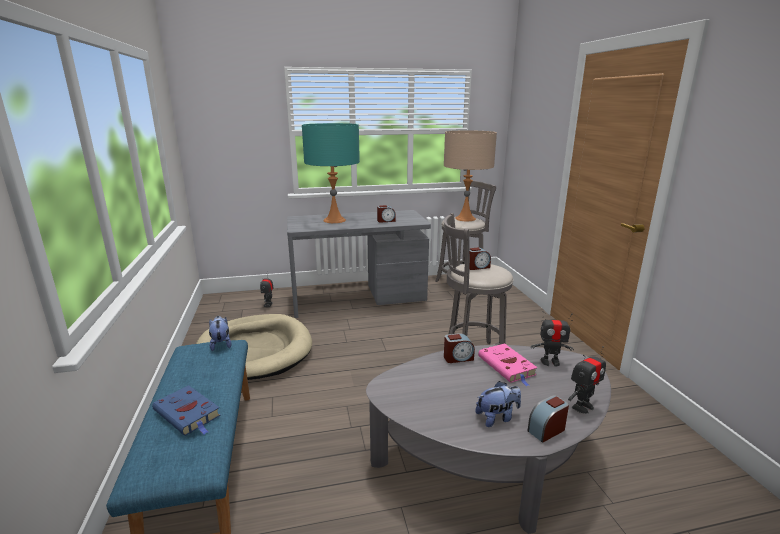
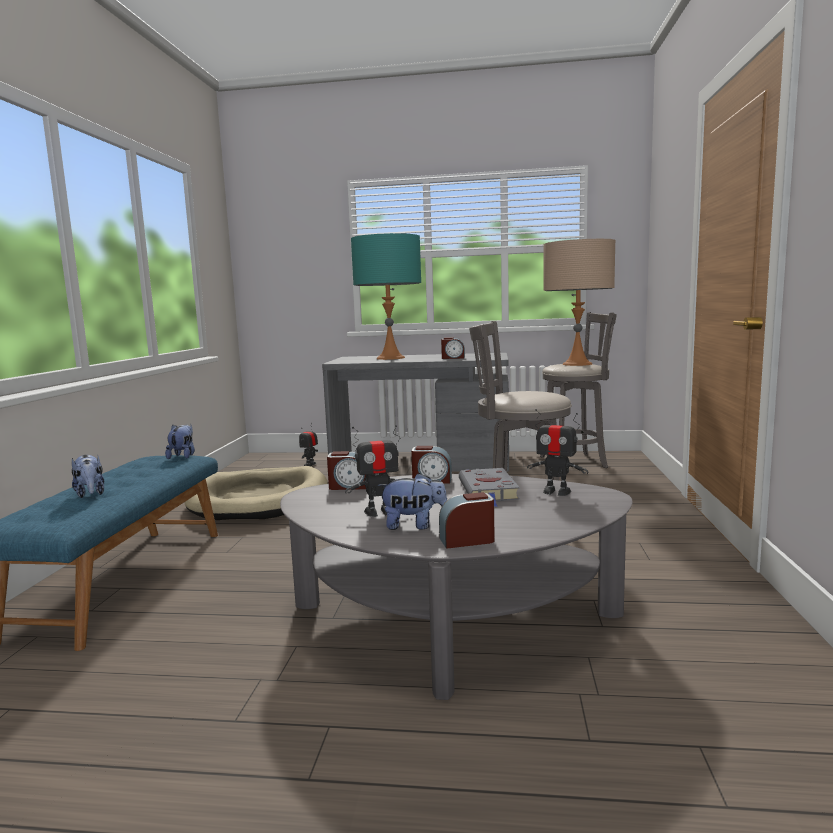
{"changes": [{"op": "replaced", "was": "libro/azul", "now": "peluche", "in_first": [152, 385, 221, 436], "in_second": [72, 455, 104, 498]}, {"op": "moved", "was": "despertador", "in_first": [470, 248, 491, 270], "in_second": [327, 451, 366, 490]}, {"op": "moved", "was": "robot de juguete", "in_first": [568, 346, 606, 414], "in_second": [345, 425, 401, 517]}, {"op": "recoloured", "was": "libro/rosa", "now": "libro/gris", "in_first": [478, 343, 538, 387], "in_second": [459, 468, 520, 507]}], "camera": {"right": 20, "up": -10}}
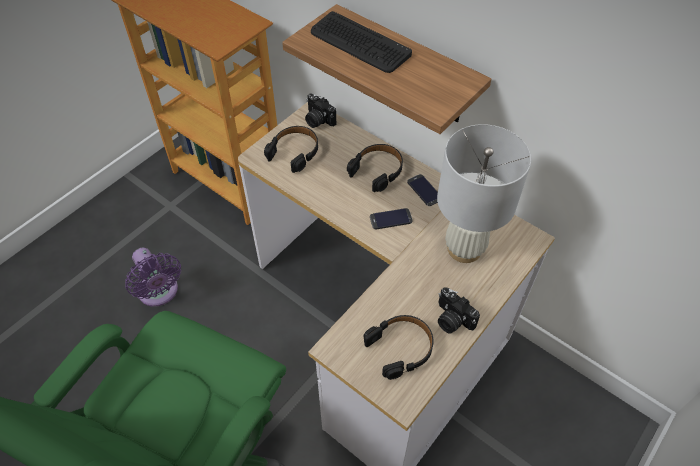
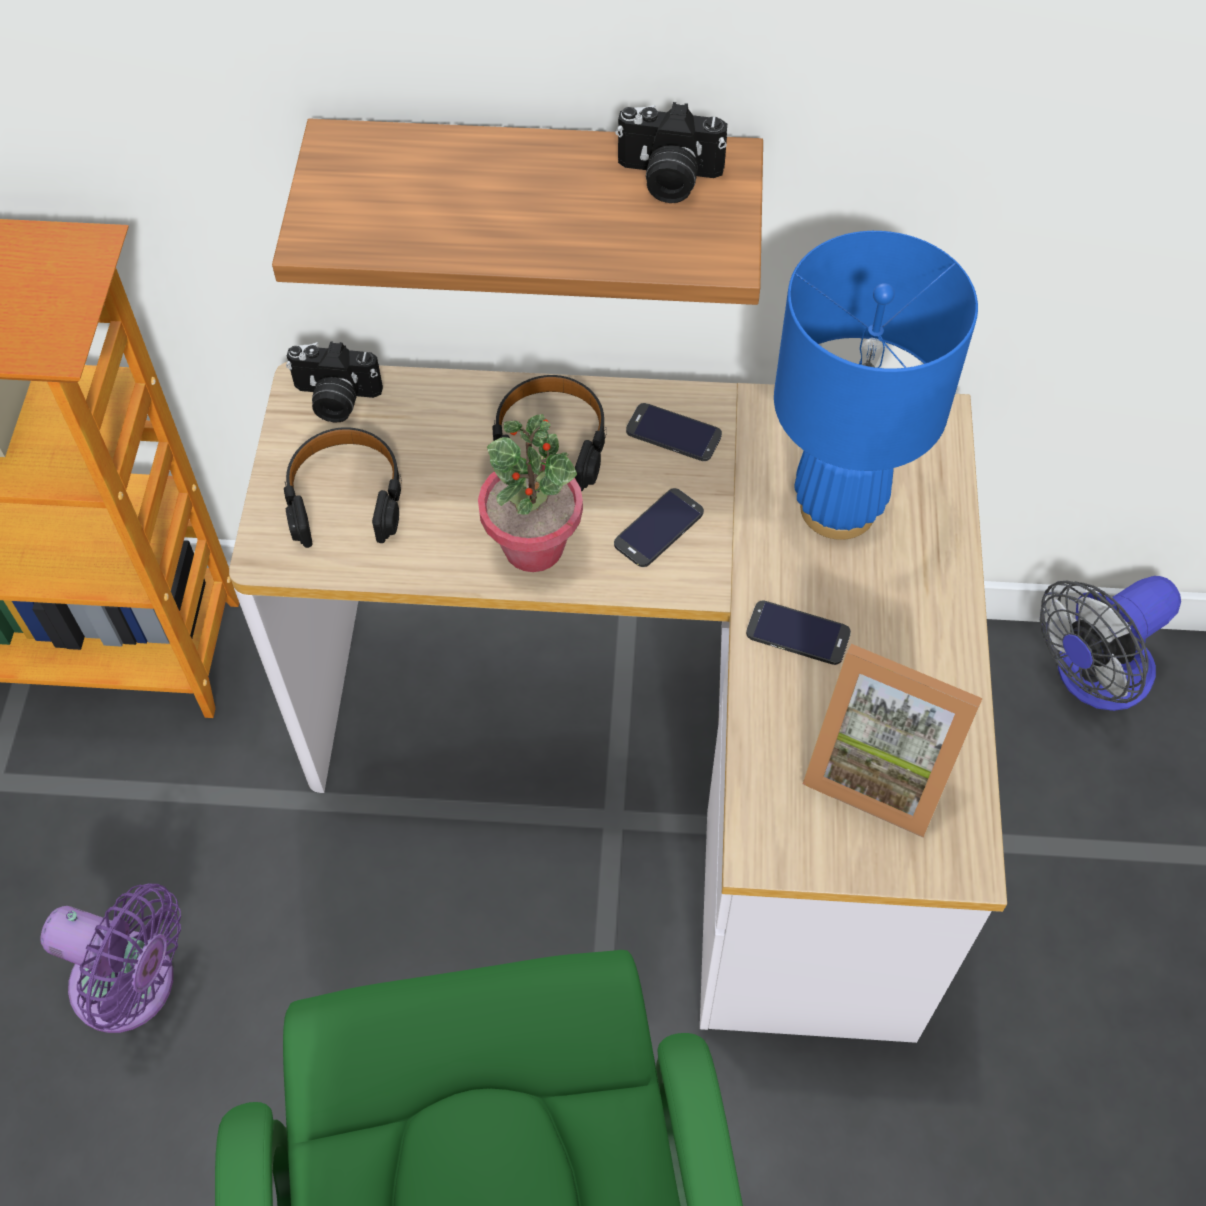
{"changes": [{"op": "added", "now": "planta en maceta", "in_second": [478, 414, 583, 572]}, {"op": "moved", "was": "cámara", "in_first": [438, 287, 480, 334], "in_second": [615, 102, 727, 203]}, {"op": "added", "now": "móvil", "in_second": [746, 601, 851, 665]}, {"op": "recoloured", "was": "lámpara de mesa/blanco", "now": "lámpara de mesa/azul", "in_first": [437, 124, 531, 263], "in_second": [774, 231, 978, 540]}, {"op": "replaced", "was": "auriculares/negro", "now": "portarretratos", "in_first": [364, 315, 434, 380], "in_second": [803, 644, 983, 838]}, {"op": "added", "now": "ventilador", "in_second": [1040, 576, 1181, 711]}, {"op": "removed", "was": "teclado", "in_first": [311, 11, 412, 73]}], "camera": {"right": -35, "up": 5}}
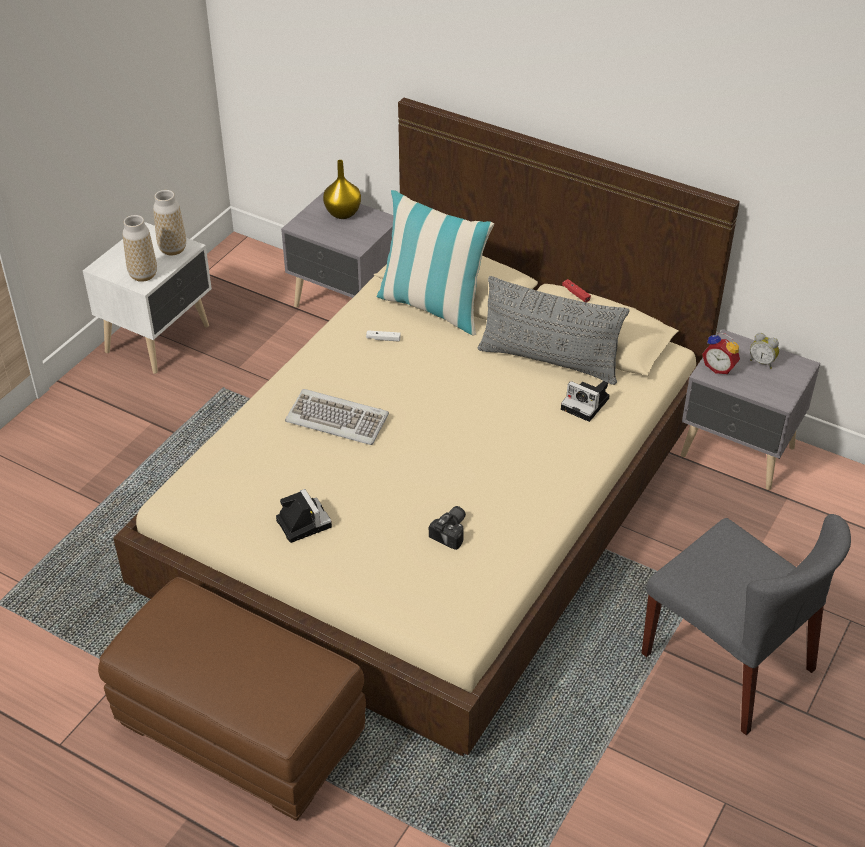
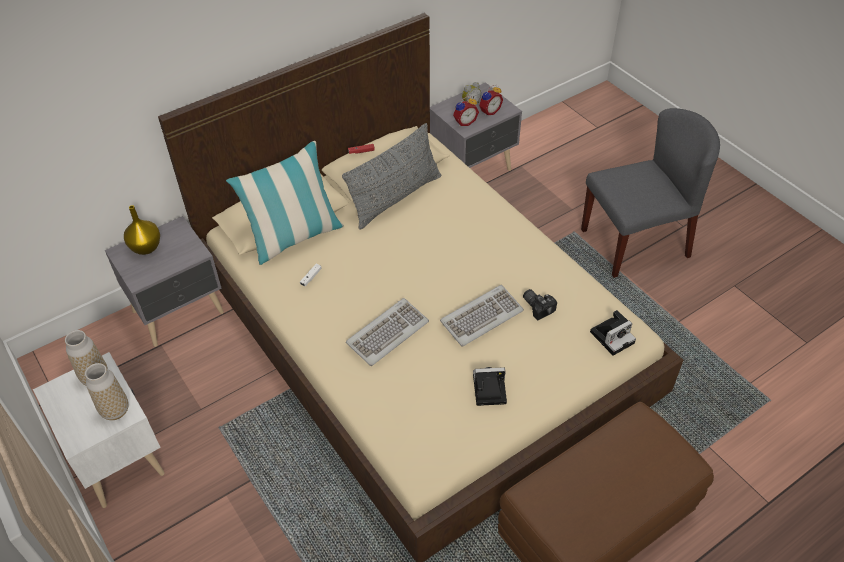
{"changes": [{"op": "added", "now": "teclado", "in_second": [440, 285, 524, 347]}, {"op": "added", "now": "despertador", "in_second": [479, 85, 503, 116]}, {"op": "moved", "was": "cámara", "in_first": [561, 381, 610, 422], "in_second": [590, 310, 636, 356]}], "camera": {"right": -65, "up": 5}}
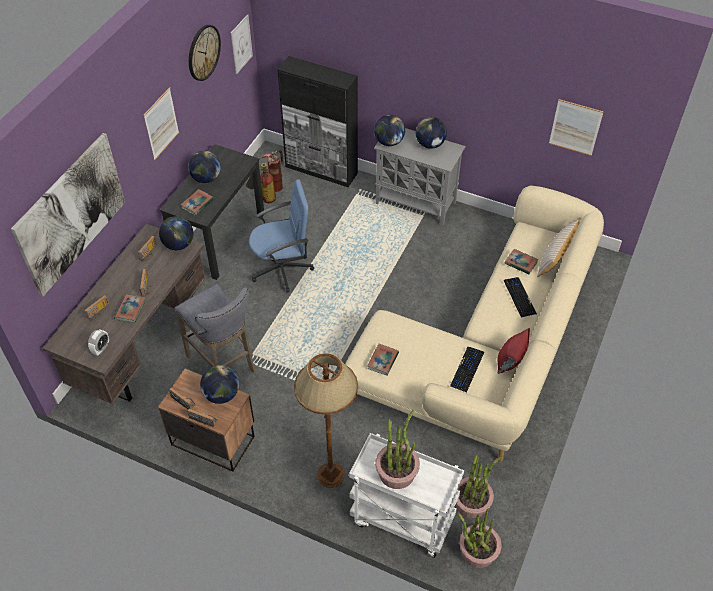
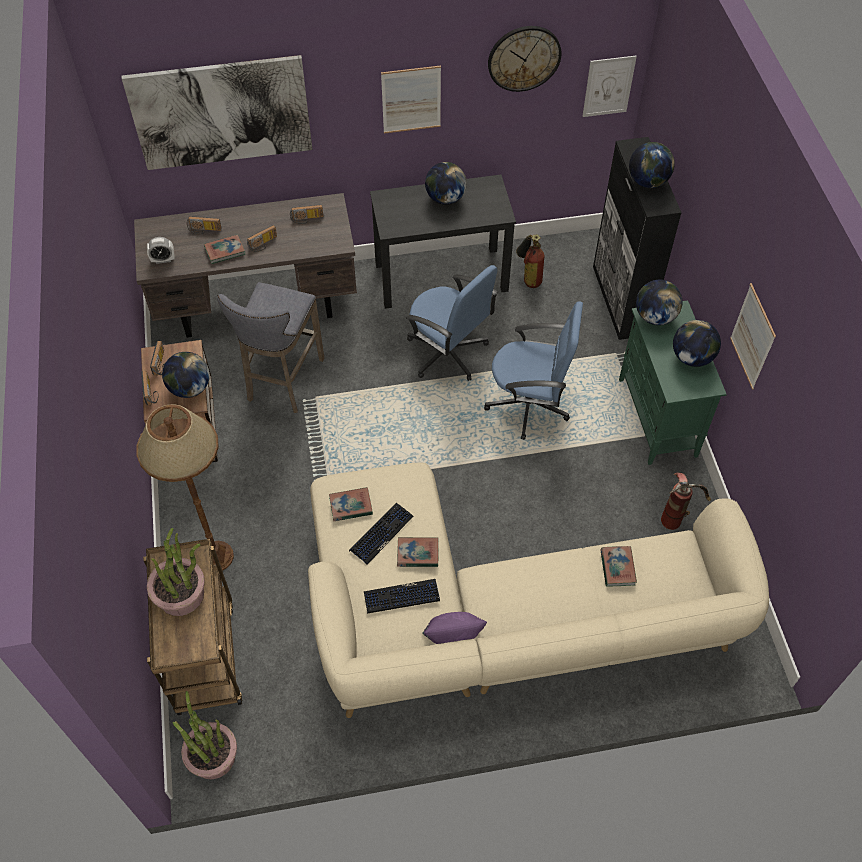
{"changes": [{"op": "recoloured", "was": "carrito/blanco", "now": "carrito/marrón", "in_first": [349, 433, 464, 558], "in_second": [143, 539, 242, 715]}, {"op": "moved", "was": "teclado", "in_first": [504, 277, 537, 318], "in_second": [349, 503, 413, 565]}, {"op": "moved", "was": "libro", "in_first": [180, 189, 214, 216], "in_second": [397, 537, 438, 567]}, {"op": "recoloured", "was": "cojín/rojo", "now": "cojín/morado", "in_first": [498, 328, 530, 374], "in_second": [422, 612, 487, 644]}, {"op": "added", "now": "silla de oficina/azul", "in_second": [484, 301, 583, 440]}, {"op": "recoloured", "was": "armario/gris", "now": "armario/verde", "in_first": [374, 128, 466, 226], "in_second": [619, 300, 727, 465]}, {"op": "moved", "was": "globo terráqueo", "in_first": [159, 216, 194, 250], "in_second": [629, 142, 675, 188]}, {"op": "moved", "was": "extintor", "in_first": [260, 149, 284, 192], "in_second": [661, 472, 711, 530]}, {"op": "moved", "was": "cuadro", "in_first": [549, 99, 604, 156], "in_second": [730, 283, 776, 390]}, {"op": "removed", "was": "planta en maceta", "in_first": [456, 454, 502, 518]}, {"op": "removed", "was": "cojín/beis", "in_first": [537, 219, 579, 277]}], "camera": {"right": 55, "up": 5}}
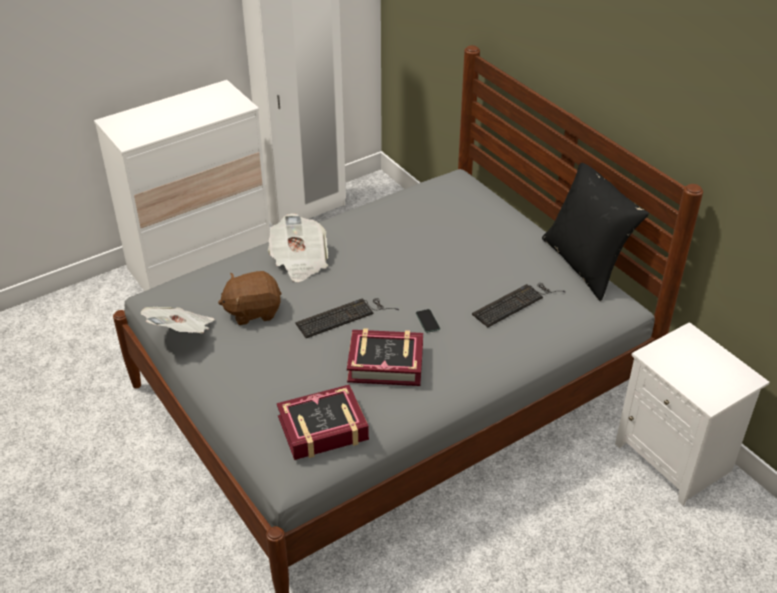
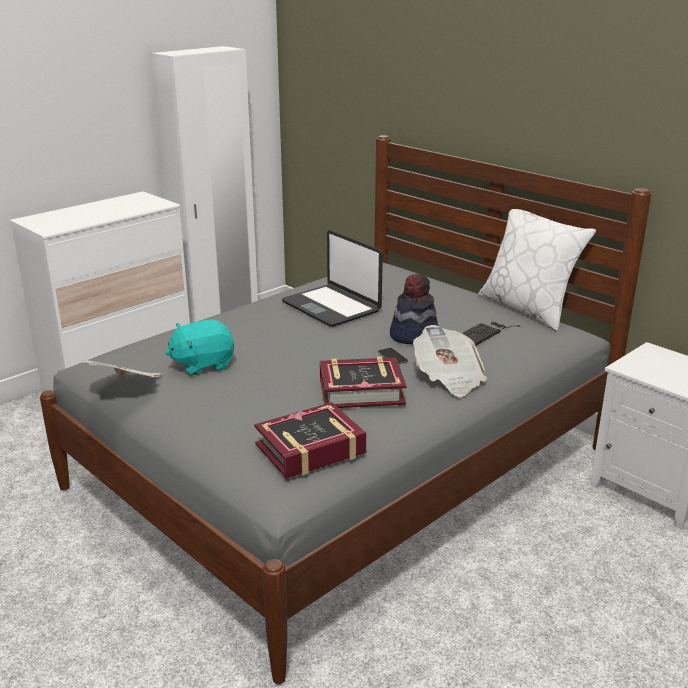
{"changes": [{"op": "recoloured", "was": "peluche/marrón", "now": "peluche/turquesa", "in_first": [218, 271, 281, 325], "in_second": [166, 319, 234, 376]}, {"op": "added", "now": "portátil", "in_second": [282, 230, 383, 327]}, {"op": "added", "now": "sombrero", "in_second": [390, 274, 438, 344]}, {"op": "moved", "was": "periódico", "in_first": [268, 213, 328, 282], "in_second": [413, 325, 487, 397]}, {"op": "recoloured", "was": "cojín/negro", "now": "cojín/blanco", "in_first": [542, 163, 649, 301], "in_second": [478, 209, 596, 331]}, {"op": "removed", "was": "teclado", "in_first": [295, 298, 399, 338]}], "camera": {"right": -10, "up": -15}}
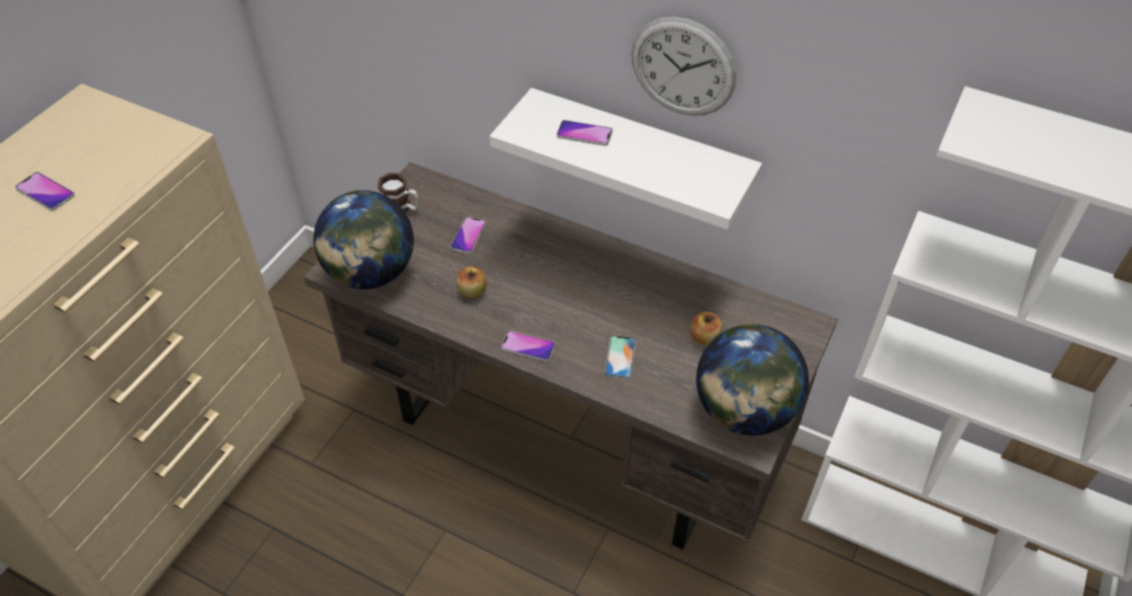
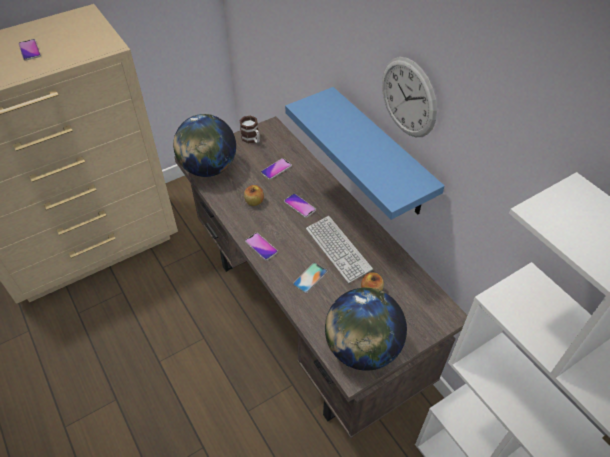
{"changes": [{"op": "moved", "was": "móvil", "in_first": [557, 120, 613, 146], "in_second": [284, 194, 316, 218]}, {"op": "recoloured", "was": "estante/blanco", "now": "estante/azul", "in_first": [490, 88, 762, 230], "in_second": [285, 87, 445, 220]}, {"op": "added", "now": "teclado", "in_second": [306, 216, 373, 283]}], "camera": {"right": 30, "up": 0}}
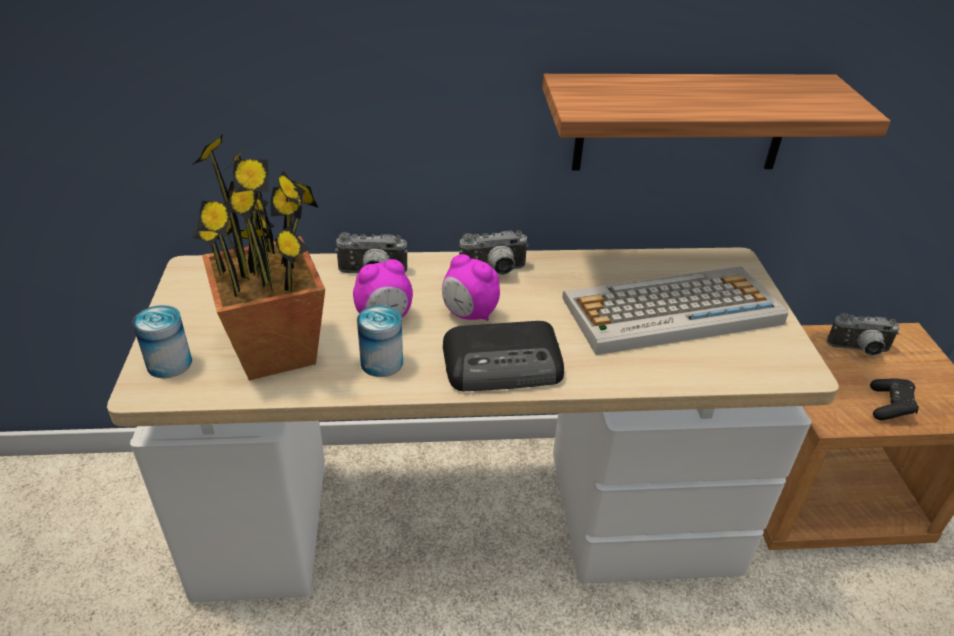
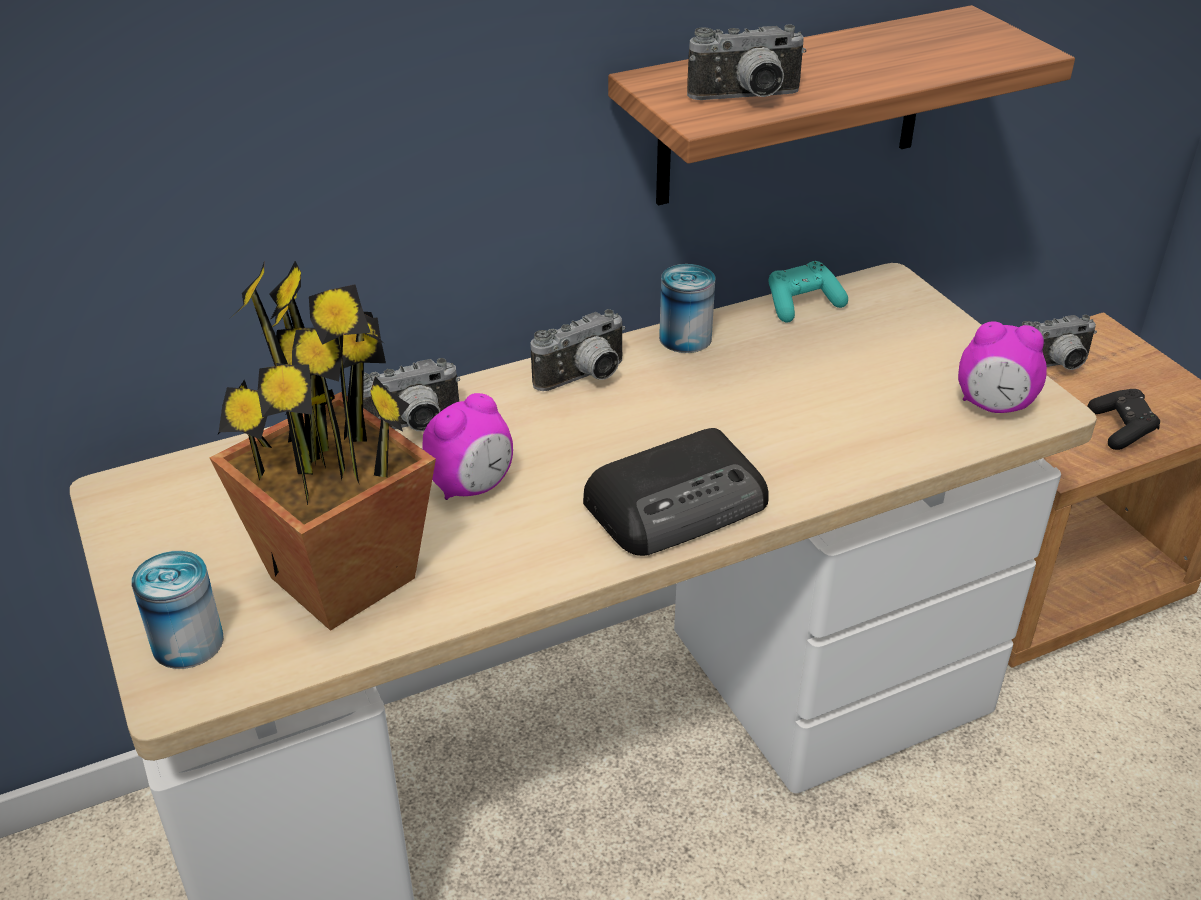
{"changes": [{"op": "moved", "was": "lata", "in_first": [357, 305, 403, 377], "in_second": [659, 264, 715, 353]}, {"op": "added", "now": "cámara", "in_second": [687, 24, 806, 100]}, {"op": "added", "now": "mando de consola/turquesa", "in_second": [769, 261, 848, 323]}, {"op": "moved", "was": "despertador", "in_first": [442, 254, 500, 321], "in_second": [958, 322, 1047, 413]}, {"op": "removed", "was": "teclado", "in_first": [562, 266, 788, 355]}], "camera": {"right": -20, "up": 0}}
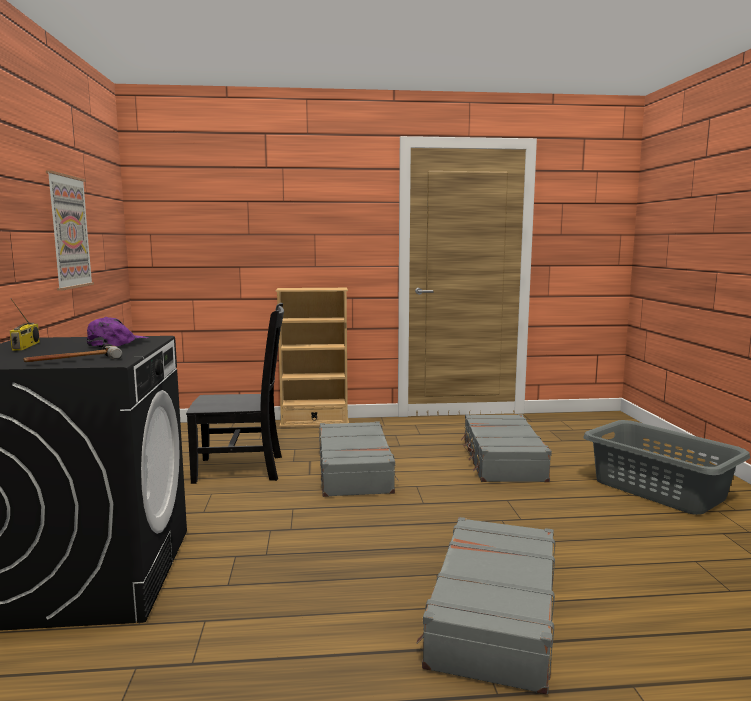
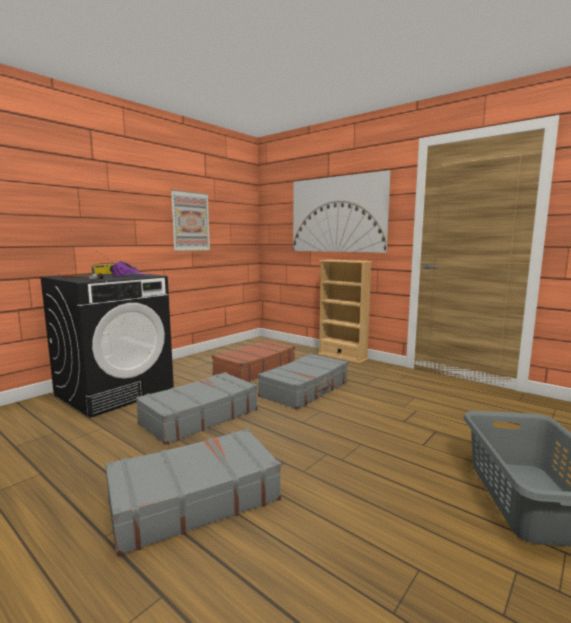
{"changes": [{"op": "moved", "was": "maleta/gris", "in_first": [461, 414, 552, 482], "in_second": [136, 372, 258, 445]}, {"op": "replaced", "was": "silla/negro", "now": "maleta/marrón", "in_first": [186, 303, 284, 484], "in_second": [212, 340, 295, 383]}, {"op": "added", "now": "cuadro", "in_second": [293, 170, 391, 253]}], "camera": {"right": 45, "up": 0}}
